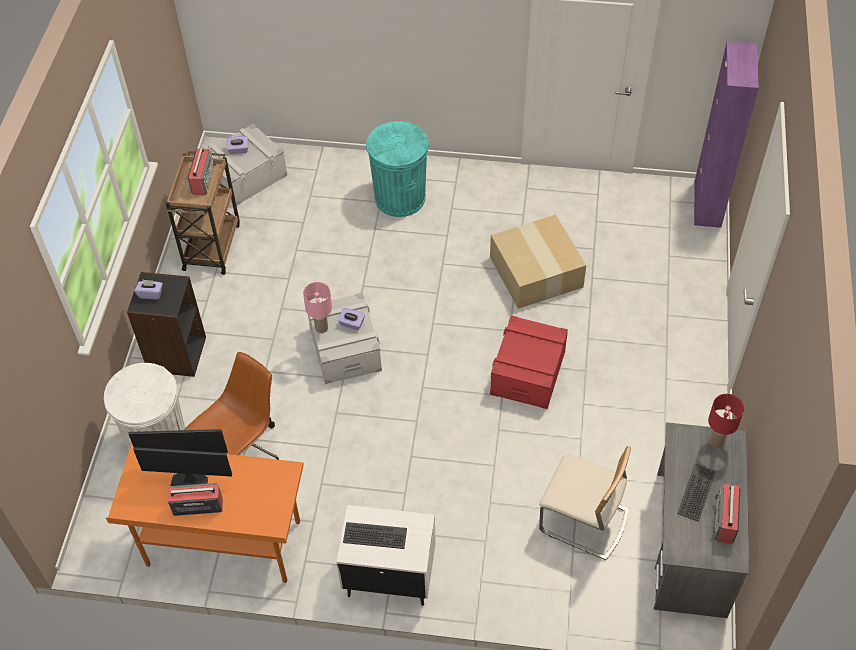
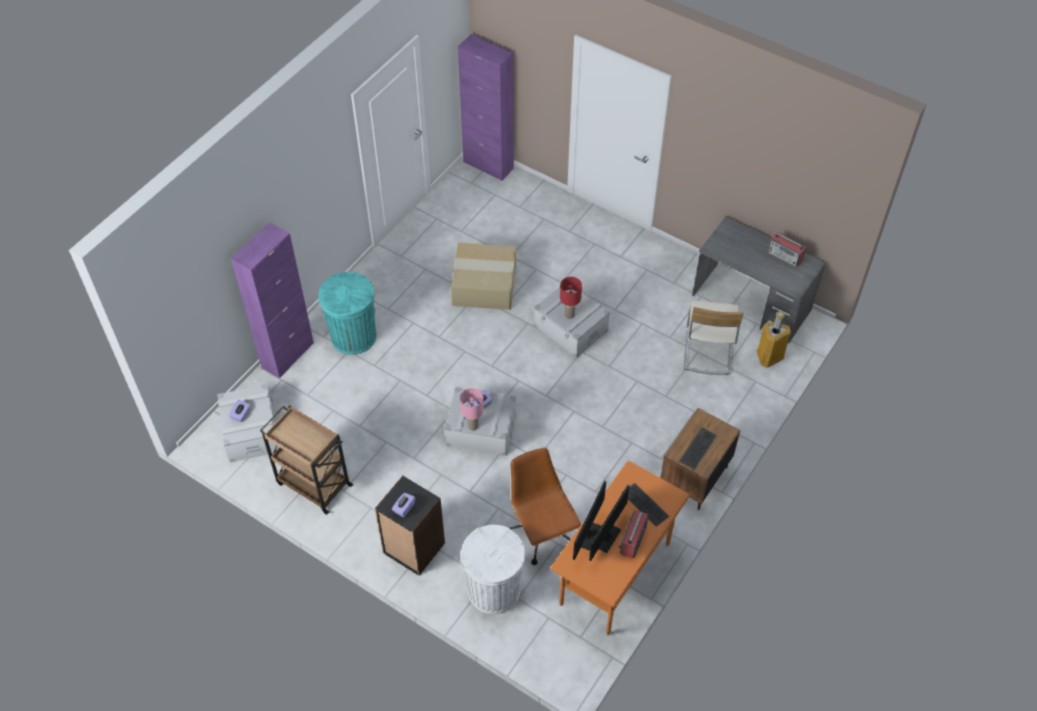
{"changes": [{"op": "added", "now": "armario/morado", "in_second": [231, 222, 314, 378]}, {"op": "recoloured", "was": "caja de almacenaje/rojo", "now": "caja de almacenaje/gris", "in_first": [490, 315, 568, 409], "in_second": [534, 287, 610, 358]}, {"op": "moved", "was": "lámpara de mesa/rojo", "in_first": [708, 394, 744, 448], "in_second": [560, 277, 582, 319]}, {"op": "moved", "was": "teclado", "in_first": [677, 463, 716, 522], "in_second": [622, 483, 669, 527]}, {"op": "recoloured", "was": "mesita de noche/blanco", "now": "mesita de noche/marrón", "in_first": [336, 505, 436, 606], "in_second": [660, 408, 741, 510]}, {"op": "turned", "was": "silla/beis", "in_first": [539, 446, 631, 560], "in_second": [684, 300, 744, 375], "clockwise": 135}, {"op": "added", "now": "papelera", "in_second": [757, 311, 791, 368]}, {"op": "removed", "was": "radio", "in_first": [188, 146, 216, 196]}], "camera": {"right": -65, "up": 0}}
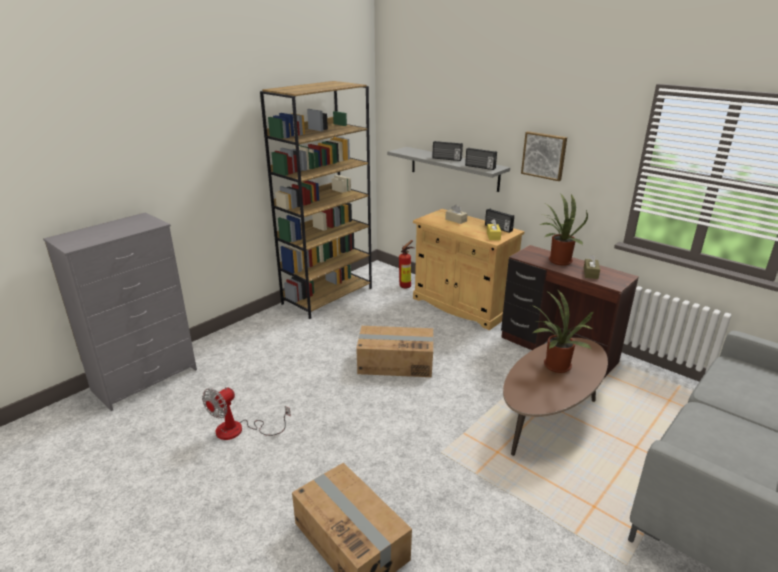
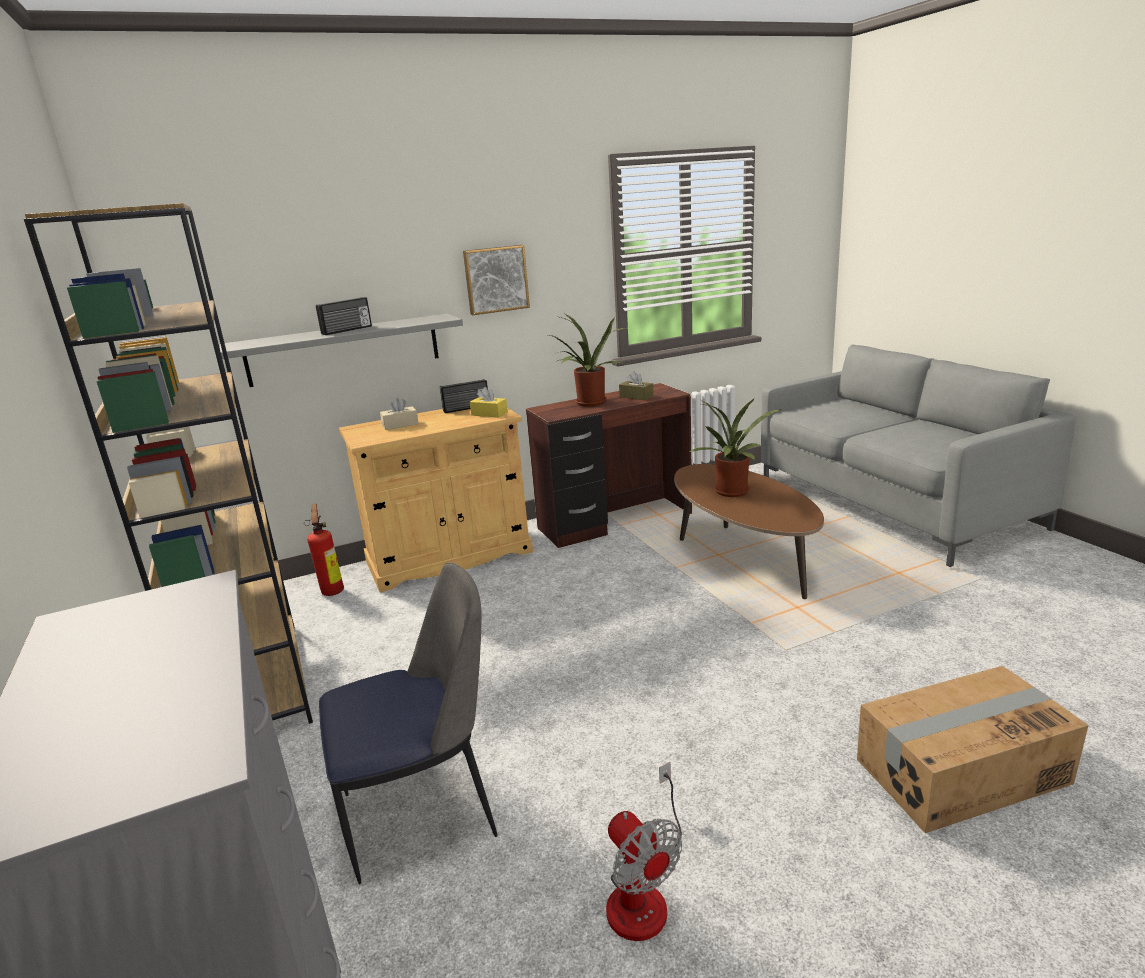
{"changes": [{"op": "added", "now": "silla", "in_second": [319, 562, 498, 884]}, {"op": "removed", "was": "caja de cartón", "in_first": [356, 326, 433, 377]}, {"op": "removed", "was": "radio", "in_first": [465, 148, 497, 170]}], "camera": {"right": -65, "up": -5}}
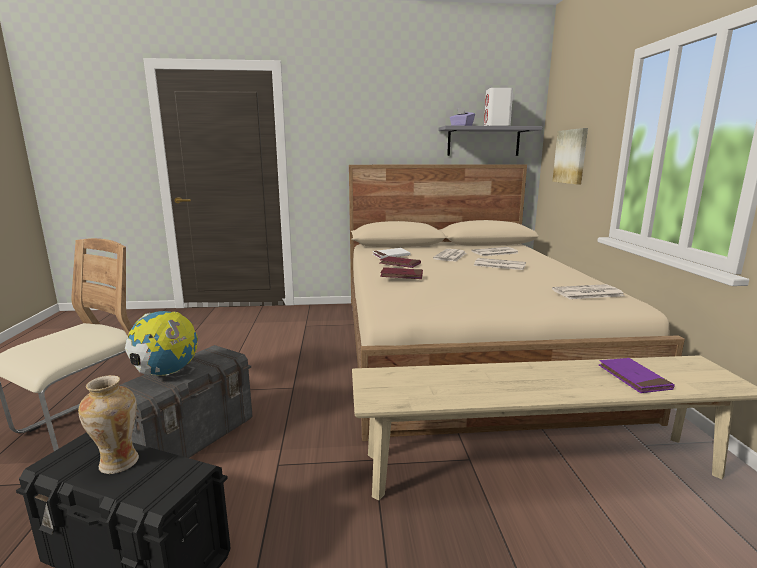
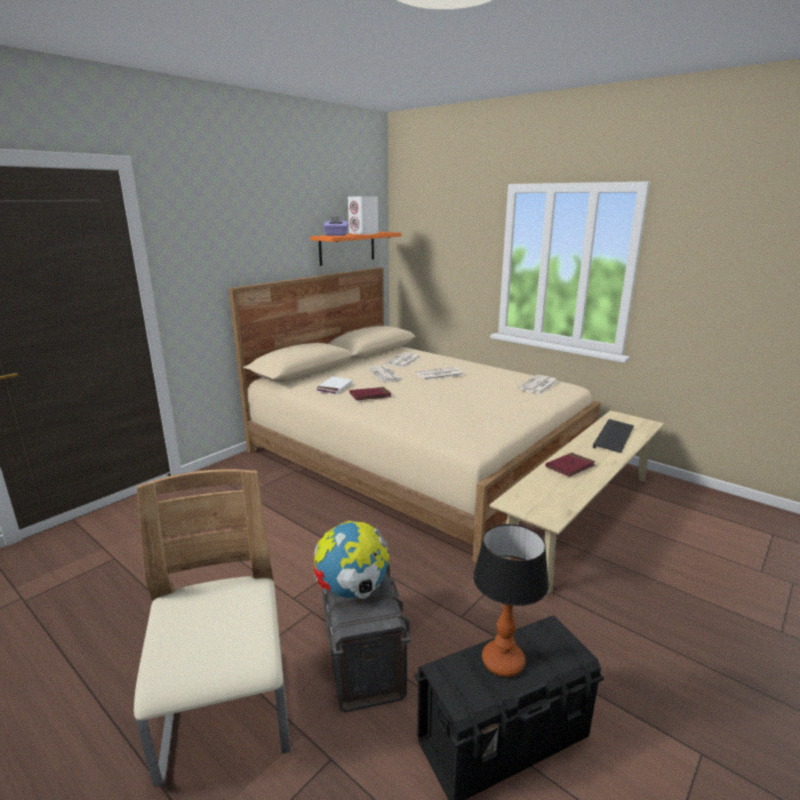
{"changes": [{"op": "recoloured", "was": "estante/gris", "now": "estante/naranja", "in_first": [438, 126, 542, 156], "in_second": [310, 232, 402, 266]}, {"op": "replaced", "was": "florero", "now": "lámpara de mesa", "in_first": [78, 375, 139, 474], "in_second": [473, 524, 549, 677]}, {"op": "moved", "was": "libro/rojo", "in_first": [380, 267, 423, 279], "in_second": [546, 452, 596, 477]}, {"op": "replaced", "was": "libro/morado", "now": "teclado", "in_first": [599, 358, 675, 393], "in_second": [593, 419, 634, 453]}, {"op": "removed", "was": "cuadro", "in_first": [552, 128, 588, 184]}], "camera": {"right": -45, "up": 5}}
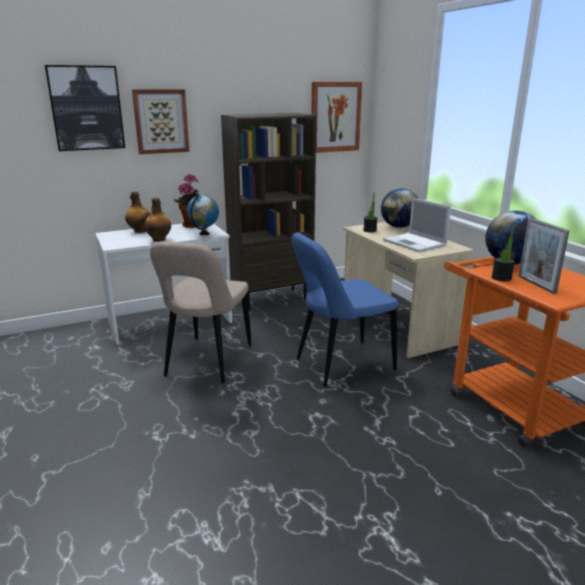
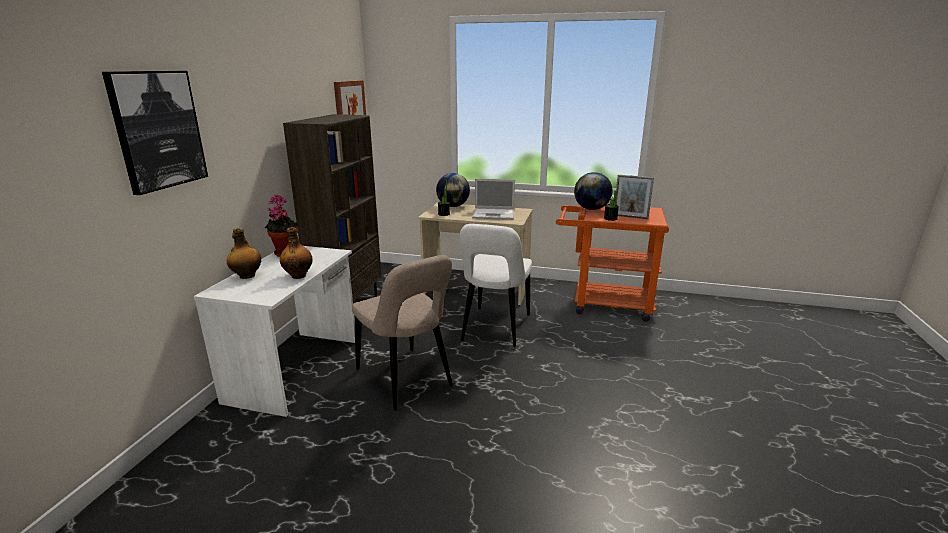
{"changes": [{"op": "recoloured", "was": "silla/azul", "now": "silla/blanco", "in_first": [292, 232, 398, 387], "in_second": [460, 224, 532, 348]}, {"op": "removed", "was": "cuadro", "in_first": [132, 89, 189, 154]}, {"op": "removed", "was": "globo terráqueo", "in_first": [187, 195, 219, 235]}], "camera": {"right": -50, "up": 0}}
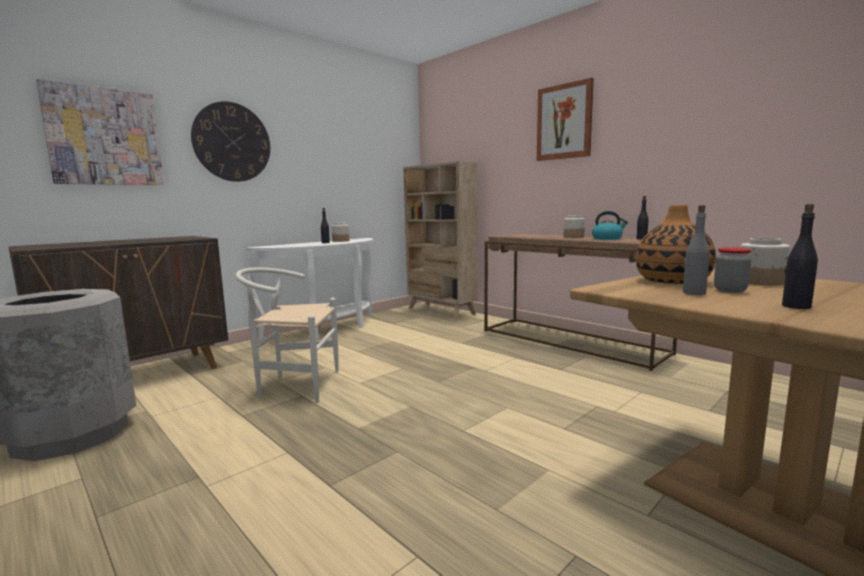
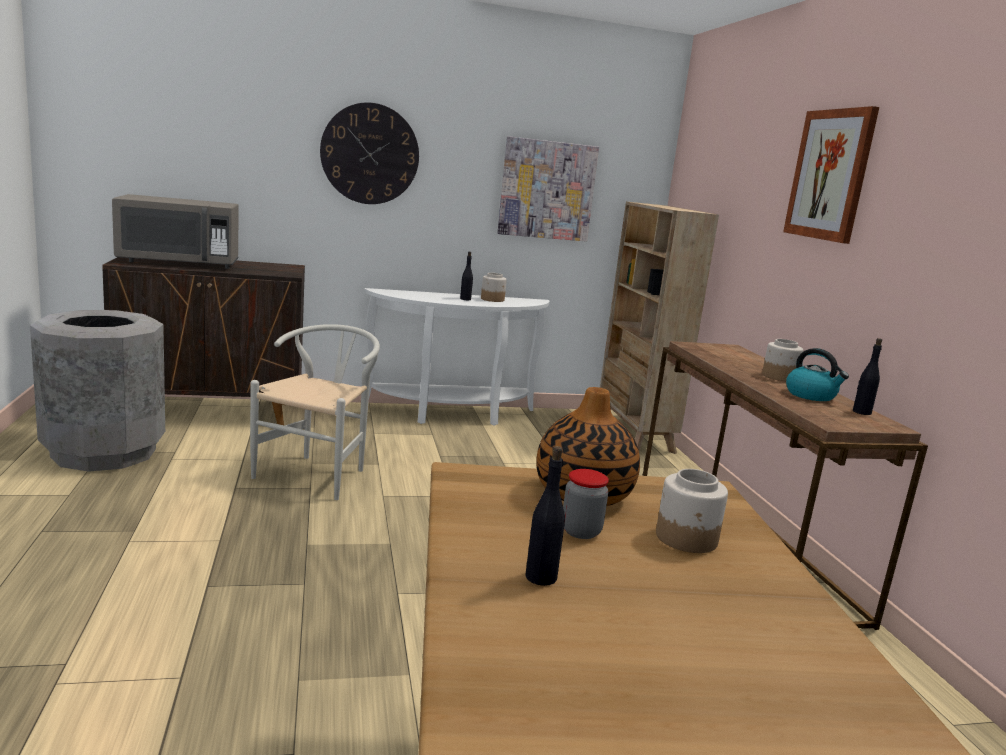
{"changes": [{"op": "added", "now": "microondas/gris", "in_second": [112, 194, 239, 269]}, {"op": "turned", "was": "silla/blanco", "in_first": [235, 268, 339, 403], "in_second": [250, 324, 380, 500], "clockwise": 75}, {"op": "moved", "was": "cuadro", "in_first": [36, 79, 164, 185], "in_second": [497, 136, 599, 242]}, {"op": "removed", "was": "botella/gris", "in_first": [683, 205, 710, 295]}], "camera": {"right": 30, "up": 5}}
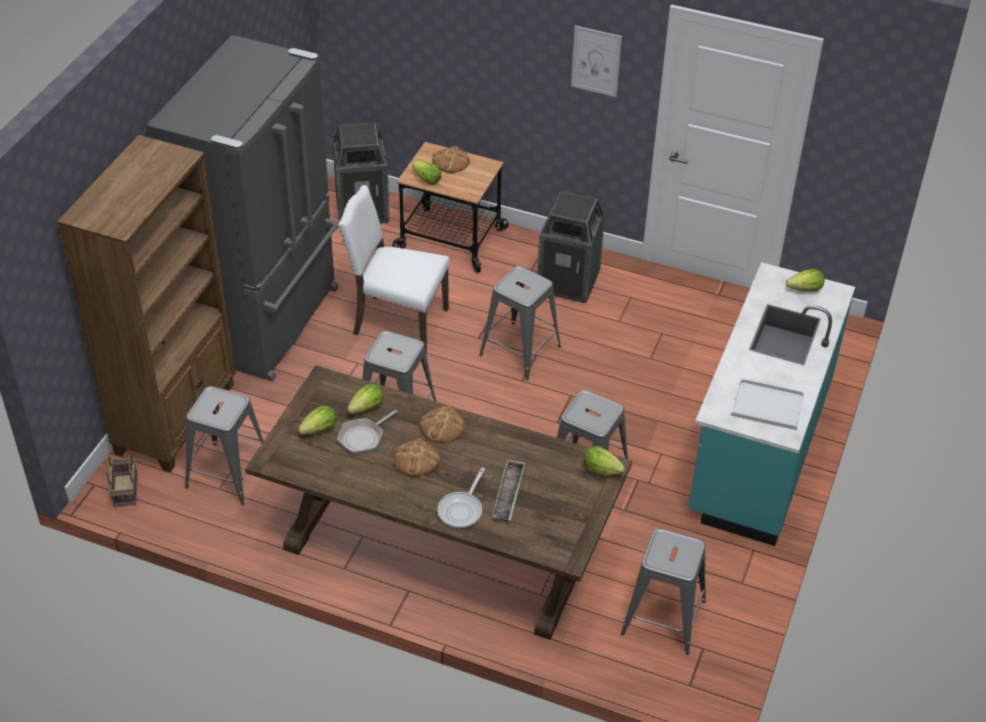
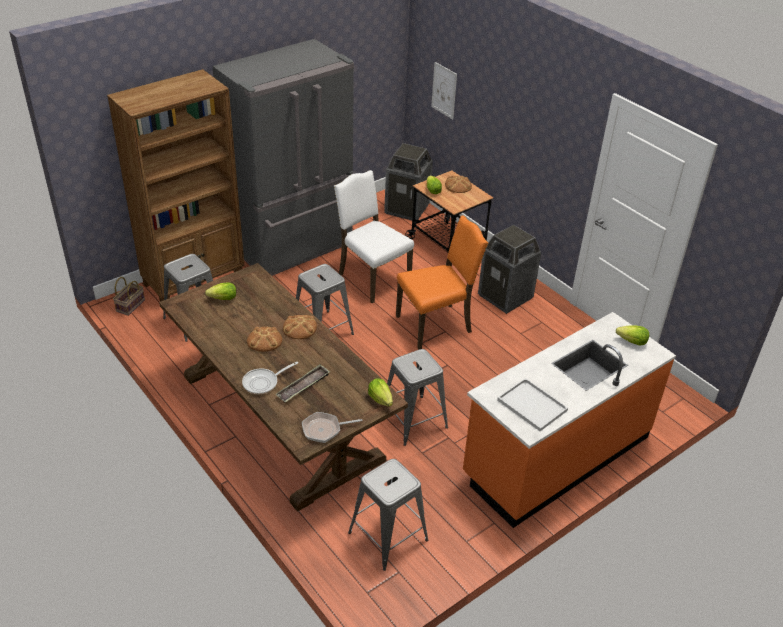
{"changes": [{"op": "moved", "was": "sartén", "in_first": [337, 410, 397, 454], "in_second": [302, 412, 362, 443]}, {"op": "replaced", "was": "taburete/gris", "now": "silla/naranja", "in_first": [479, 266, 561, 380], "in_second": [396, 216, 488, 349]}, {"op": "moved", "was": "cuadro", "in_first": [571, 26, 622, 97], "in_second": [431, 62, 457, 120]}, {"op": "recoloured", "was": "mueble bajo de cocina/turquesa", "now": "mueble bajo de cocina/naranja", "in_first": [688, 262, 855, 546], "in_second": [463, 312, 676, 528]}, {"op": "removed", "was": "lechuga", "in_first": [347, 384, 383, 414]}], "camera": {"right": 30, "up": -5}}
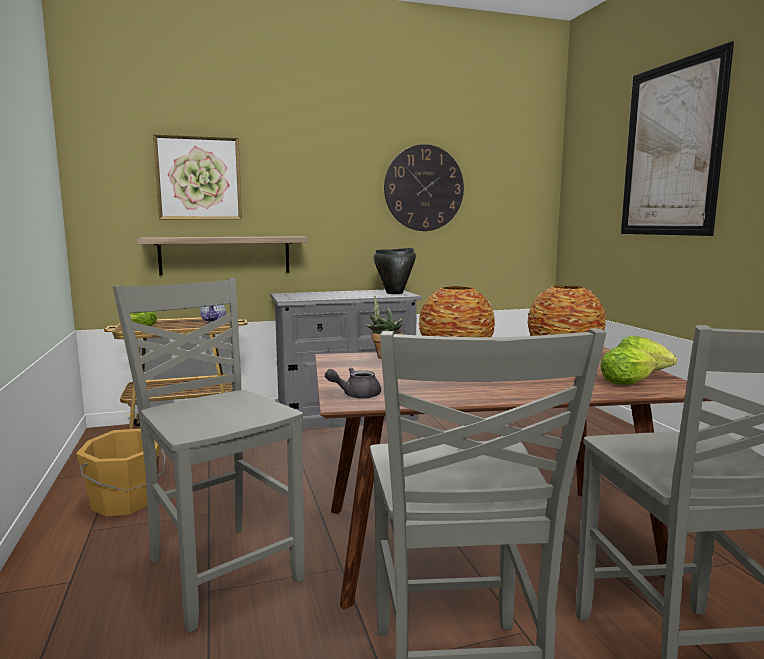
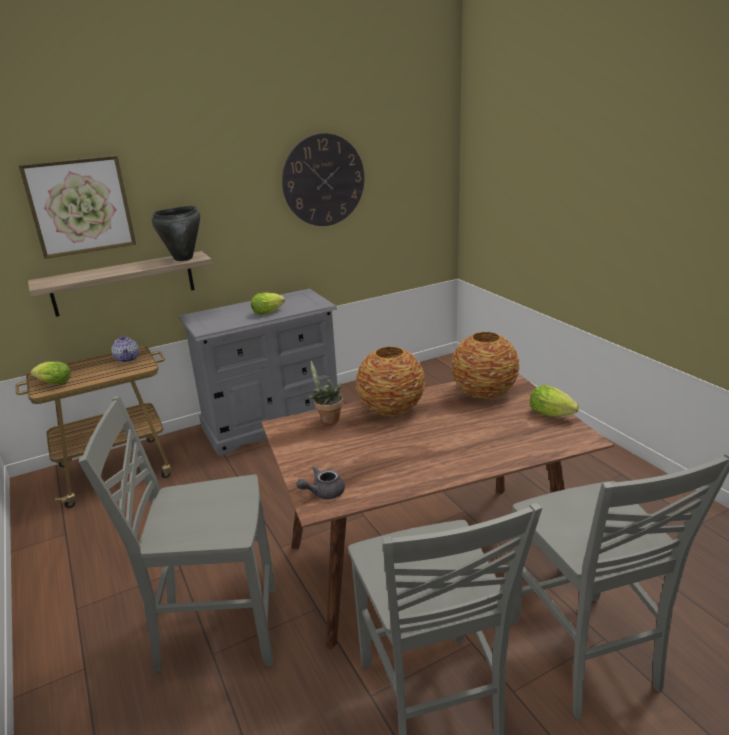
{"changes": [{"op": "turned", "was": "silla/gris", "in_first": [113, 278, 305, 633], "in_second": [79, 396, 275, 673], "clockwise": -45}, {"op": "moved", "was": "olla/negro", "in_first": [373, 248, 416, 294], "in_second": [152, 206, 200, 261]}, {"op": "moved", "was": "lechuga", "in_first": [600, 347, 658, 385], "in_second": [251, 293, 285, 315]}, {"op": "removed", "was": "cubo/naranja", "in_first": [76, 428, 166, 517]}, {"op": "removed", "was": "cuadro", "in_first": [621, 41, 734, 236]}], "camera": {"right": -10, "up": 15}}
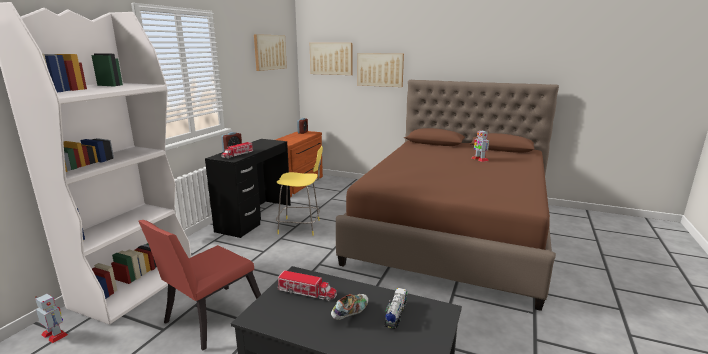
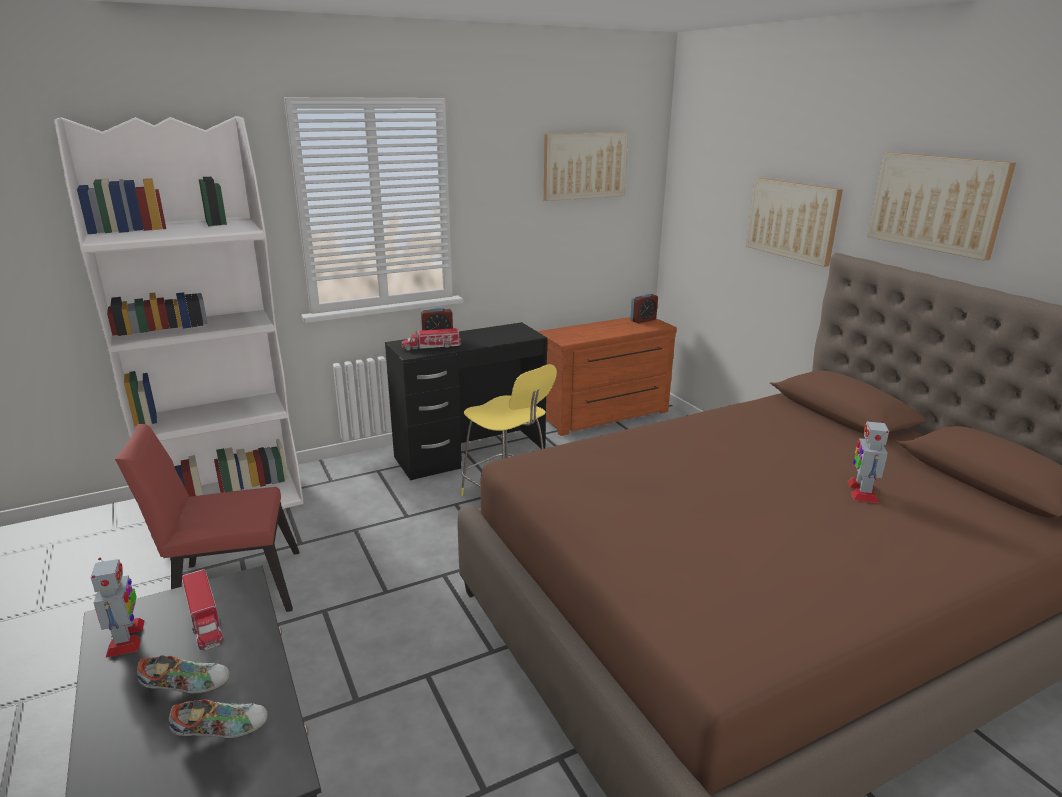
{"changes": [{"op": "moved", "was": "robot de juguete", "in_first": [35, 294, 68, 343], "in_second": [91, 558, 145, 658]}, {"op": "replaced", "was": "camión de juguete", "now": "zapato", "in_first": [384, 288, 407, 329], "in_second": [169, 699, 268, 738]}, {"op": "moved", "was": "cuadro", "in_first": [310, 43, 352, 75], "in_second": [867, 152, 1016, 261]}], "camera": {"right": 40, "up": 5}}
